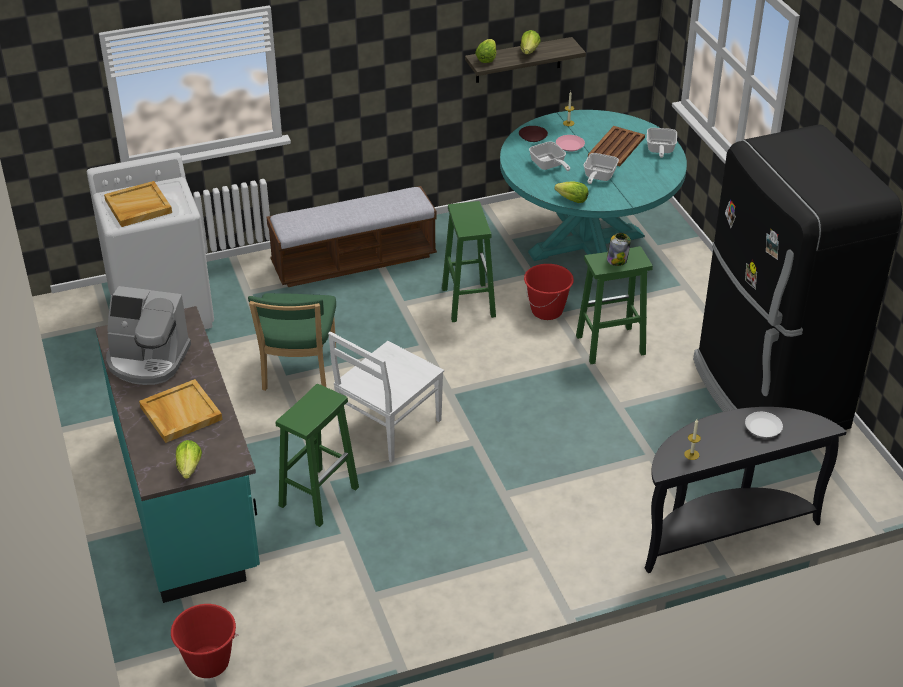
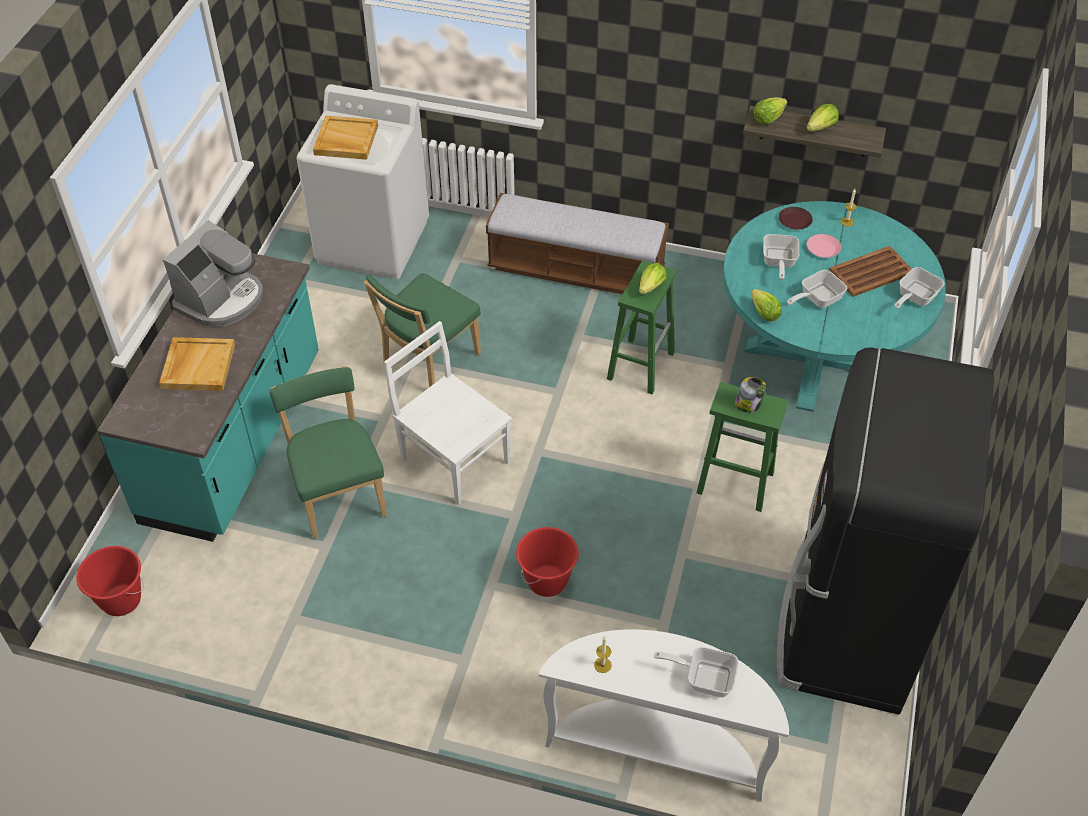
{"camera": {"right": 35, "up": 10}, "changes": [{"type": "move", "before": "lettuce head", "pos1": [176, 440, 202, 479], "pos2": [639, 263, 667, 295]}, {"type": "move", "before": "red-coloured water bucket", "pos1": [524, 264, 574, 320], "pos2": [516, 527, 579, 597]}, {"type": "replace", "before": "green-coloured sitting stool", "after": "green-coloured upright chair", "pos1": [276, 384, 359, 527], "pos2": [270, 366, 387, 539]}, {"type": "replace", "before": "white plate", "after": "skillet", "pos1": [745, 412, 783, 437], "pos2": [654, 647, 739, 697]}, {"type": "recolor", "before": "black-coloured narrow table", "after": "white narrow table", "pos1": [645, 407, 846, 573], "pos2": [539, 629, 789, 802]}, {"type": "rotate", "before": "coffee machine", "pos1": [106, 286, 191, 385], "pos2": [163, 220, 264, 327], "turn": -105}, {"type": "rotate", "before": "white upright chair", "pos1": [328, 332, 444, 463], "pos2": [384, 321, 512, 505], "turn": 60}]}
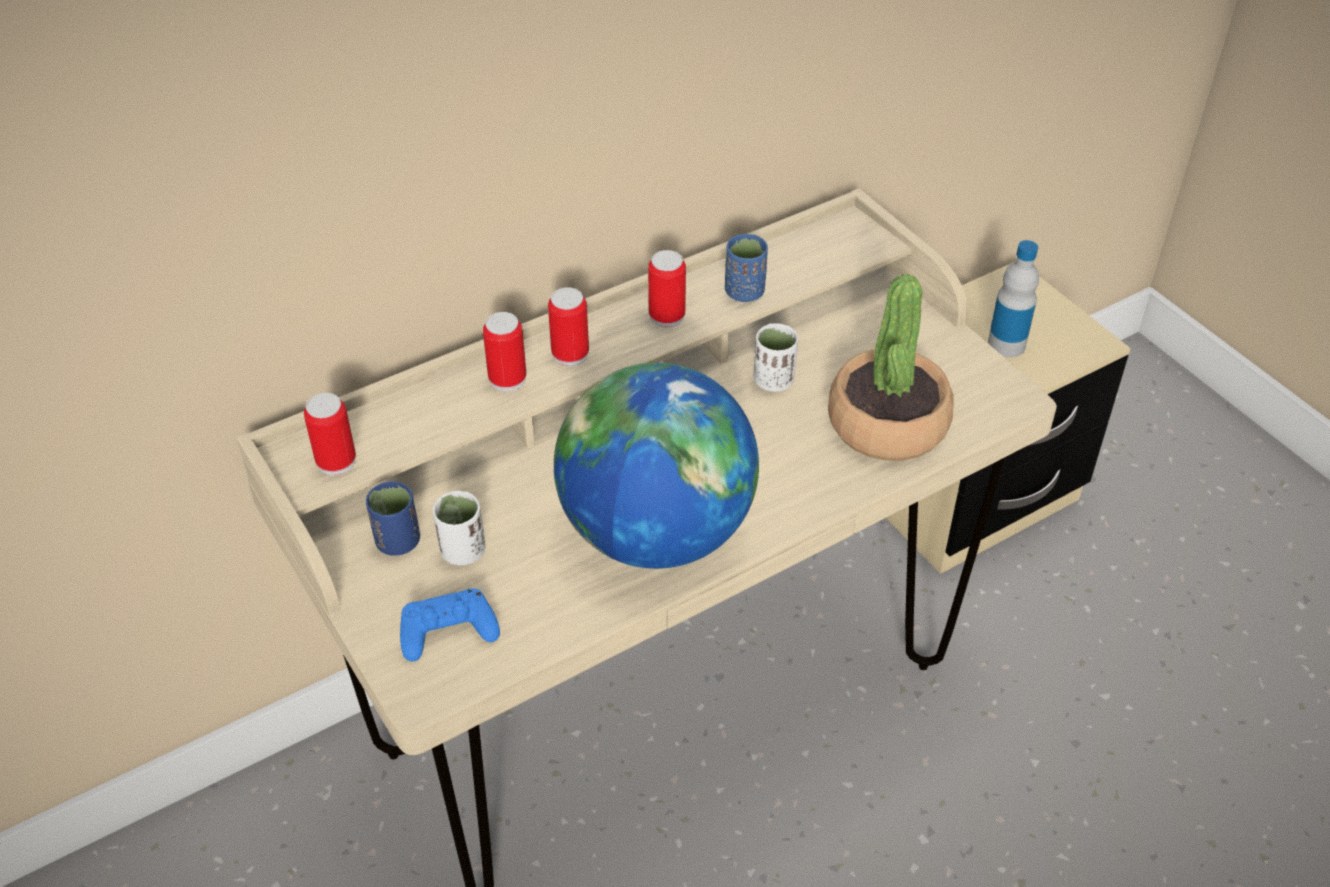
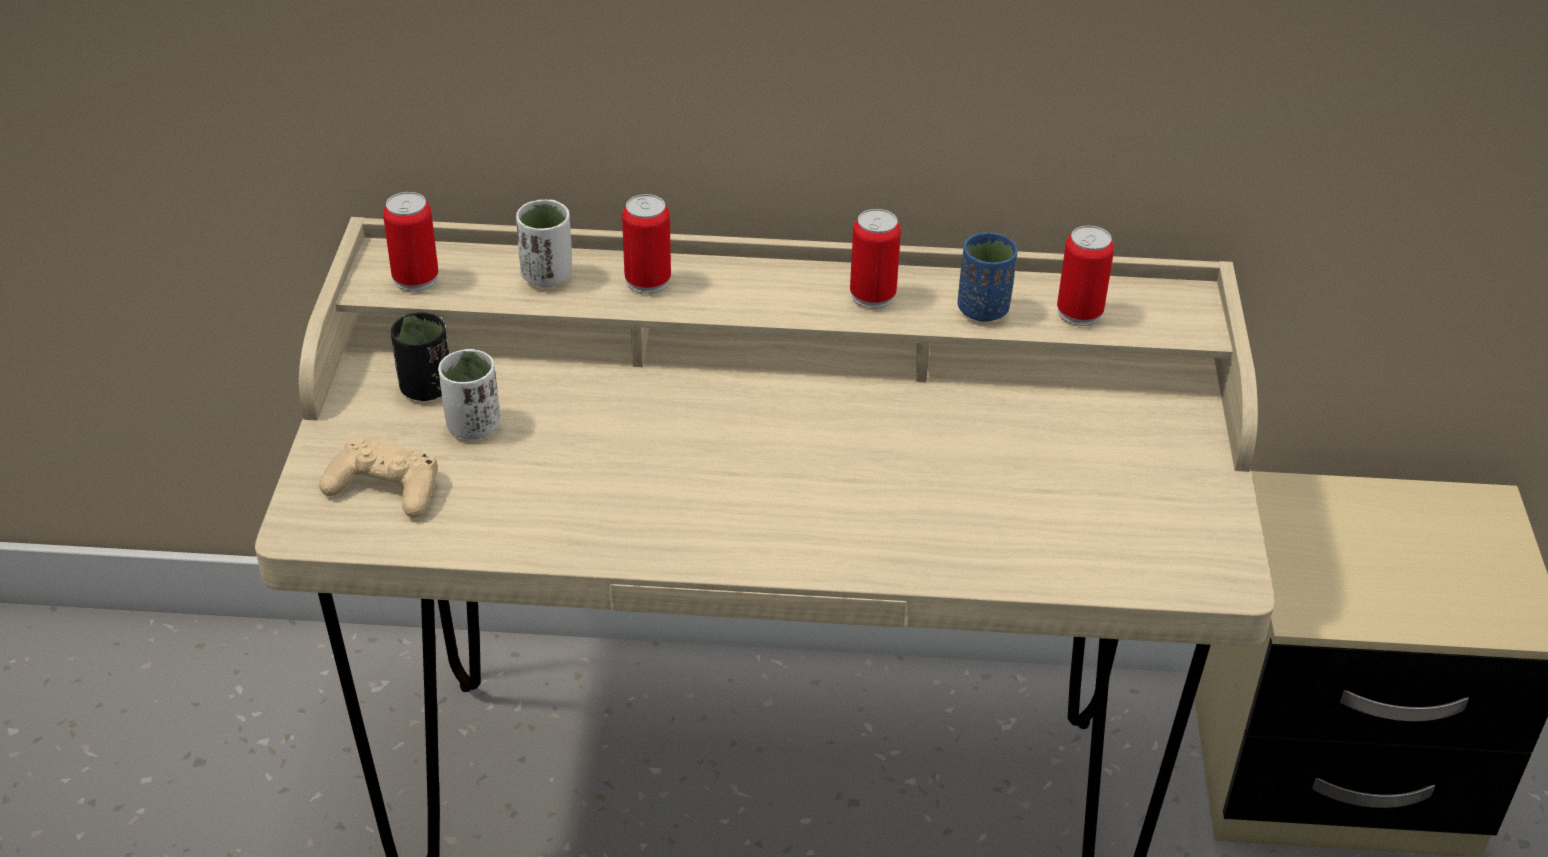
{"camera": {"right": 35, "up": -5}, "changes": [{"type": "delete", "before": "globe", "pos1": [554, 363, 759, 569]}, {"type": "delete", "before": "houseplant", "pos1": [828, 274, 954, 461]}, {"type": "delete", "before": "beverage bottle", "pos1": [988, 240, 1039, 358]}, {"type": "move", "before": "sealed can", "pos1": [548, 287, 589, 366], "pos2": [1057, 226, 1114, 326]}, {"type": "move", "before": "white small cup", "pos1": [753, 323, 798, 392], "pos2": [516, 199, 572, 287]}, {"type": "recolor", "before": "bluish small cup", "after": "black-coloured small cup", "pos1": [366, 481, 420, 556], "pos2": [391, 312, 449, 401]}, {"type": "recolor", "before": "bluish game controller", "after": "sand-coloured game controller", "pos1": [400, 588, 500, 661], "pos2": [319, 438, 438, 517]}]}
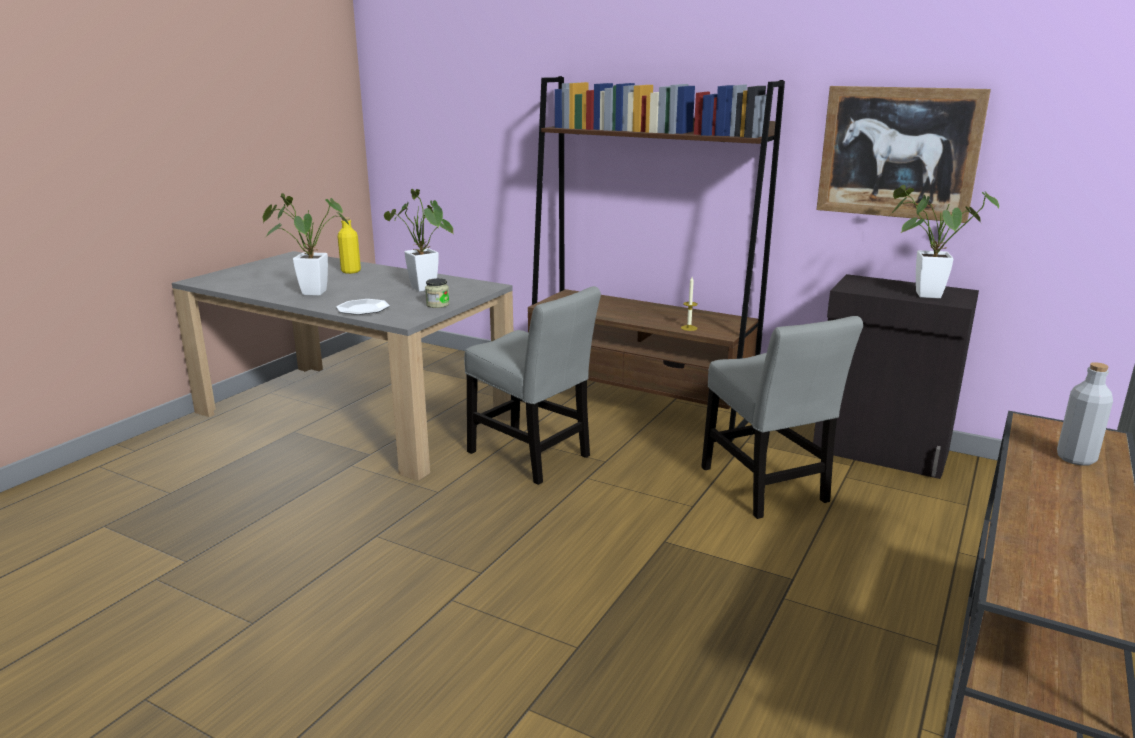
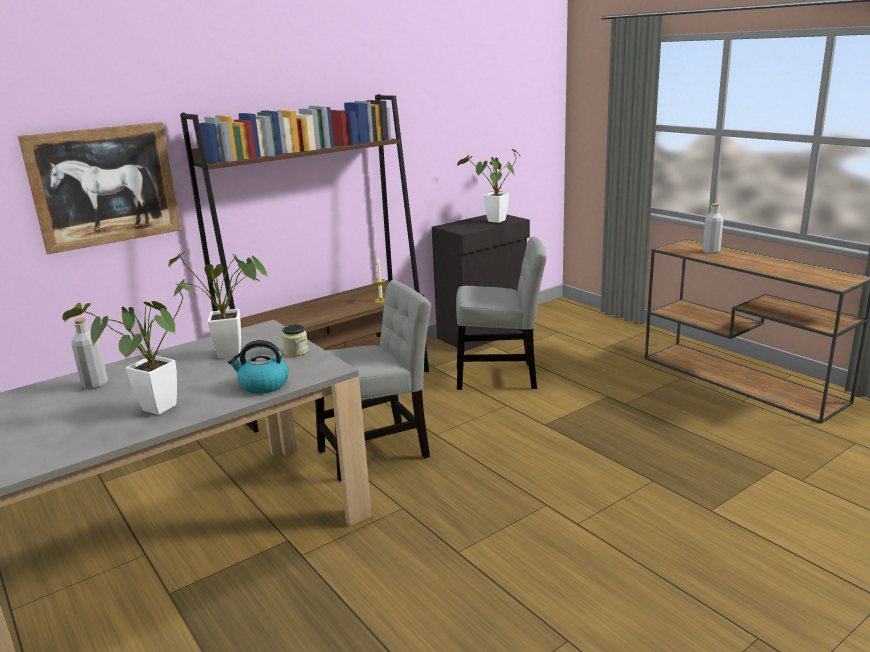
{"camera": {"right": -65, "up": 0}, "changes": [{"type": "move", "before": "picture", "pos1": [816, 86, 991, 223], "pos2": [18, 122, 181, 255]}, {"type": "replace", "before": "plate", "after": "kettle", "pos1": [336, 299, 390, 315], "pos2": [228, 340, 289, 394]}, {"type": "recolor", "before": "yellowish beverage bottle", "after": "grey beverage bottle", "pos1": [337, 217, 361, 274], "pos2": [71, 318, 108, 389]}]}
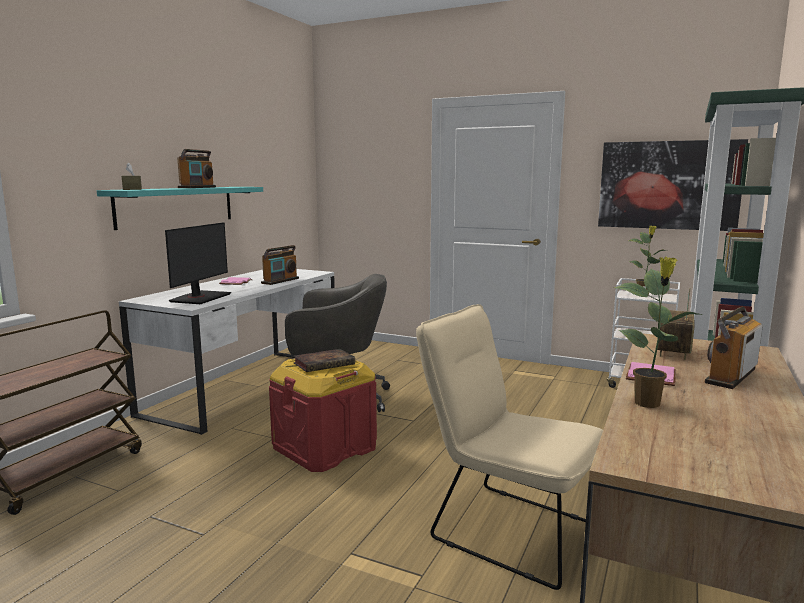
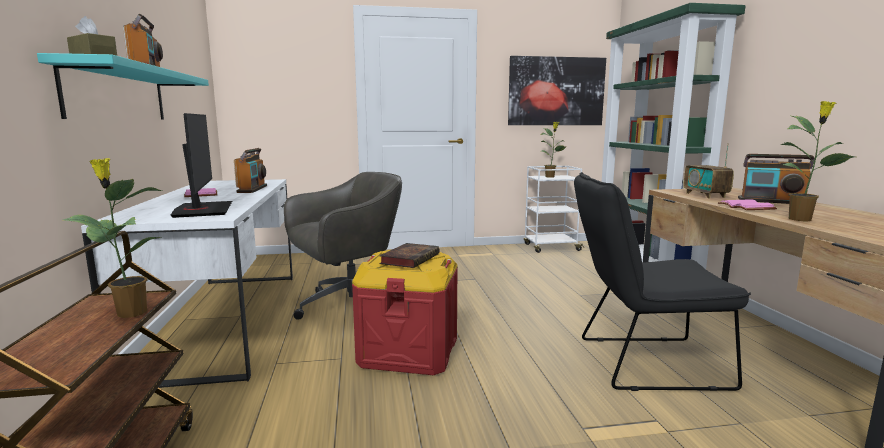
{"camera": {"right": -35, "up": 0}, "changes": [{"type": "insert", "after": "houseplant", "pos2": [63, 158, 162, 318]}, {"type": "recolor", "before": "sand-coloured upright chair", "after": "black-coloured upright chair", "pos1": [416, 304, 603, 590], "pos2": [574, 172, 751, 391]}, {"type": "rotate", "before": "radio set", "pos1": [705, 306, 763, 389], "pos2": [738, 154, 815, 204], "turn": -75}]}
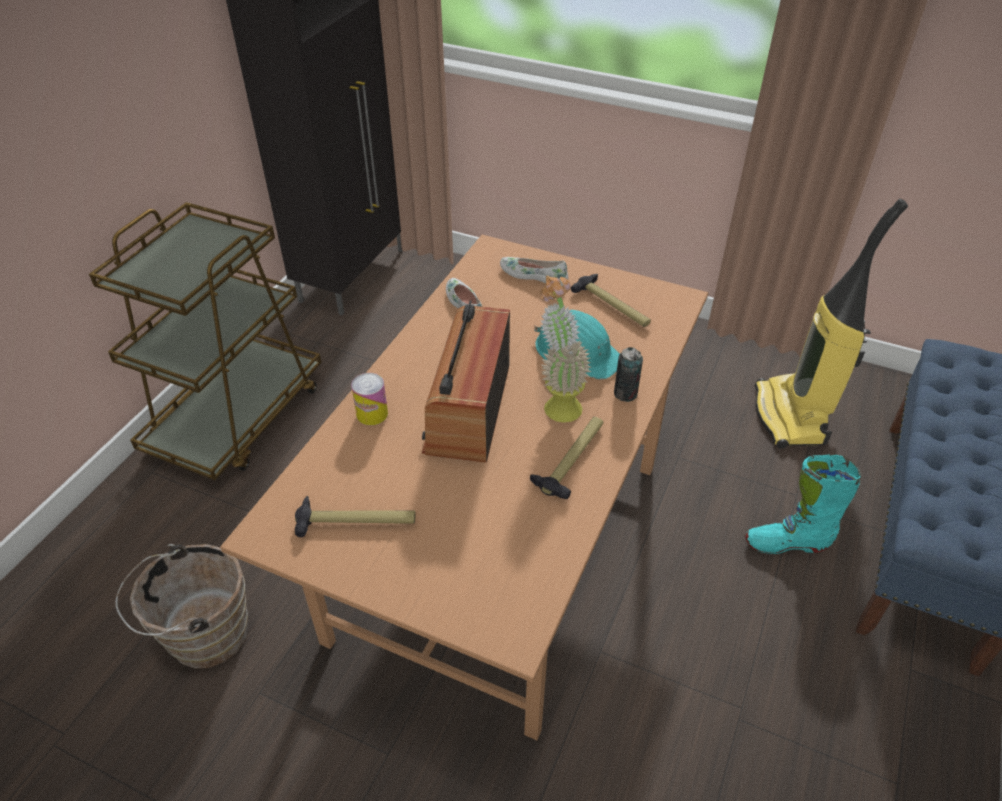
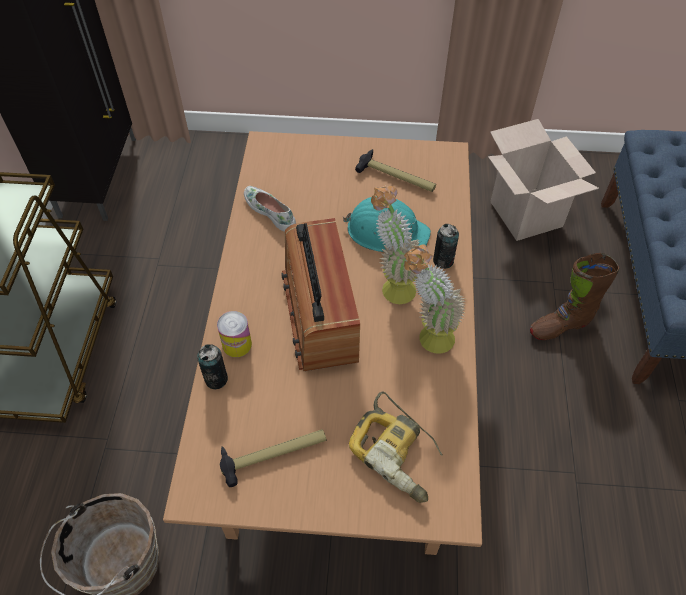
{"camera": {"right": -20, "up": 10}, "changes": [{"type": "delete", "before": "white low shoe", "pos1": [500, 257, 568, 286]}, {"type": "insert", "after": "sealed can", "pos2": [197, 344, 228, 389]}, {"type": "insert", "after": "electric drill", "pos2": [349, 391, 443, 503]}, {"type": "replace", "before": "tool hammer", "after": "houseplant", "pos1": [530, 417, 603, 499], "pos2": [404, 244, 465, 354]}, {"type": "replace", "before": "vacuum", "after": "packing box", "pos1": [755, 199, 908, 449], "pos2": [488, 119, 599, 241]}, {"type": "recolor", "before": "turquoise tall boot", "after": "brown tall boot", "pos1": [745, 454, 861, 554], "pos2": [530, 253, 619, 340]}]}
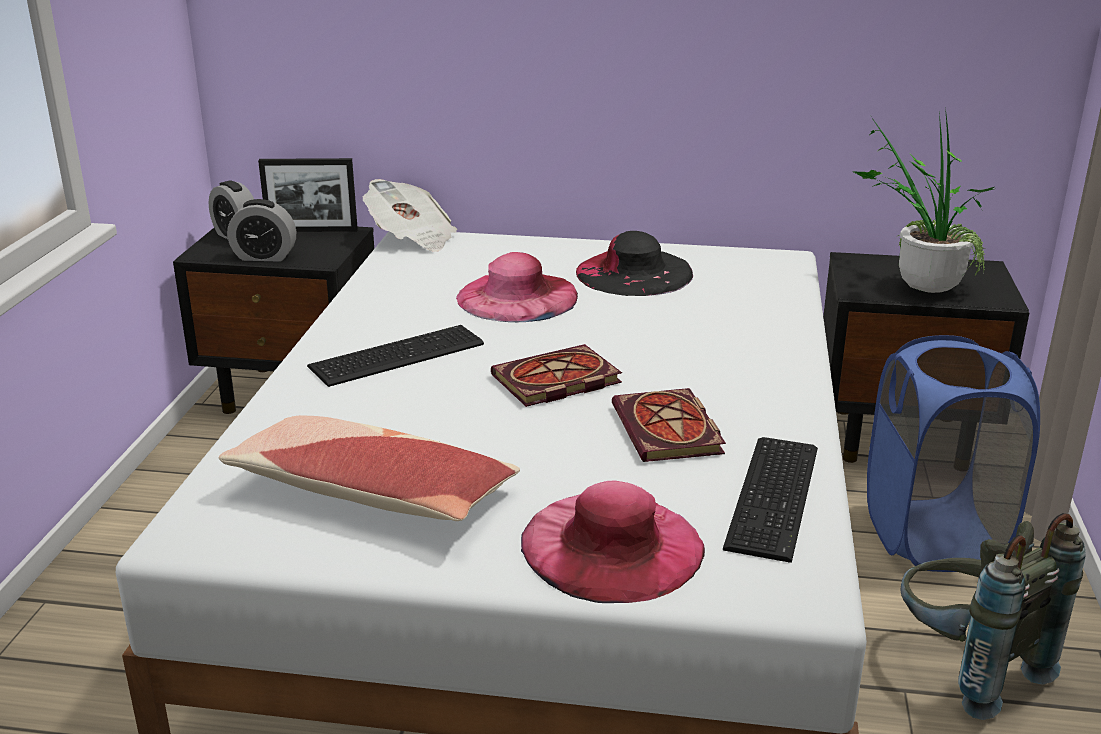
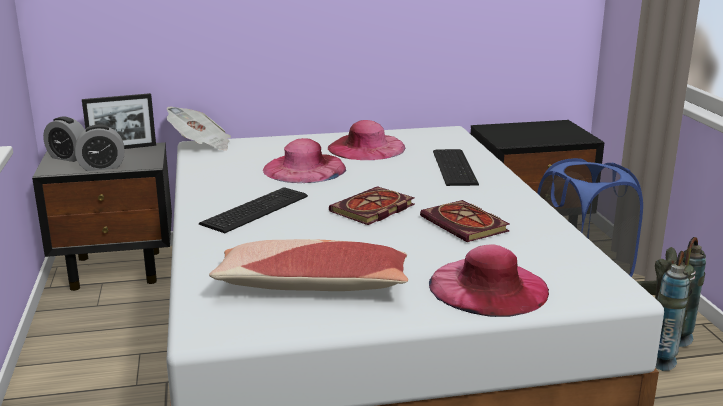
{"camera": {"right": -20, "up": -5}, "changes": [{"type": "delete", "before": "houseplant", "pos1": [854, 107, 994, 293]}, {"type": "move", "before": "computer keyboard", "pos1": [723, 437, 818, 563], "pos2": [433, 149, 479, 186]}, {"type": "recolor", "before": "black-coloured clothing hat", "after": "pink-coloured clothing hat", "pos1": [576, 231, 693, 296], "pos2": [328, 120, 405, 160]}]}
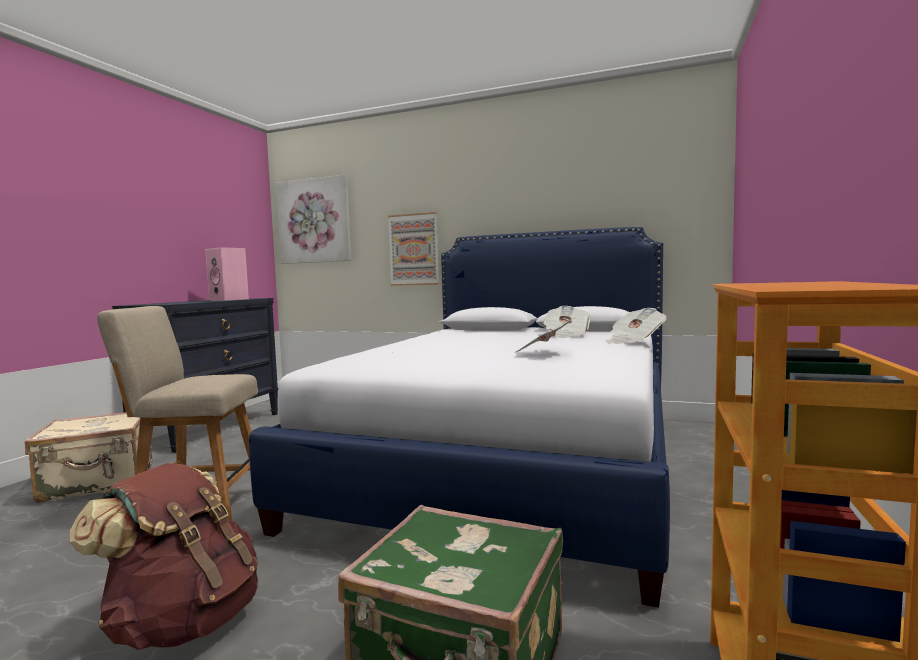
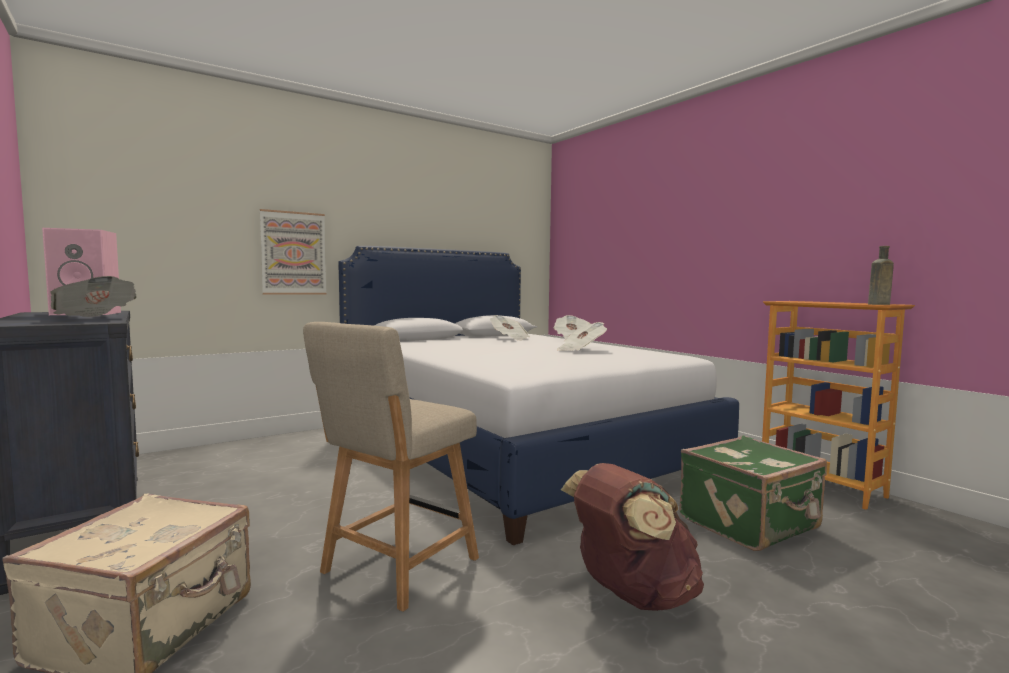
{"camera": {"right": -55, "up": 0}, "changes": [{"type": "delete", "before": "picture", "pos1": [276, 175, 351, 264]}, {"type": "insert", "after": "printed paper", "pos2": [51, 276, 137, 317]}, {"type": "insert", "after": "brown beverage bottle", "pos2": [868, 246, 894, 305]}]}
